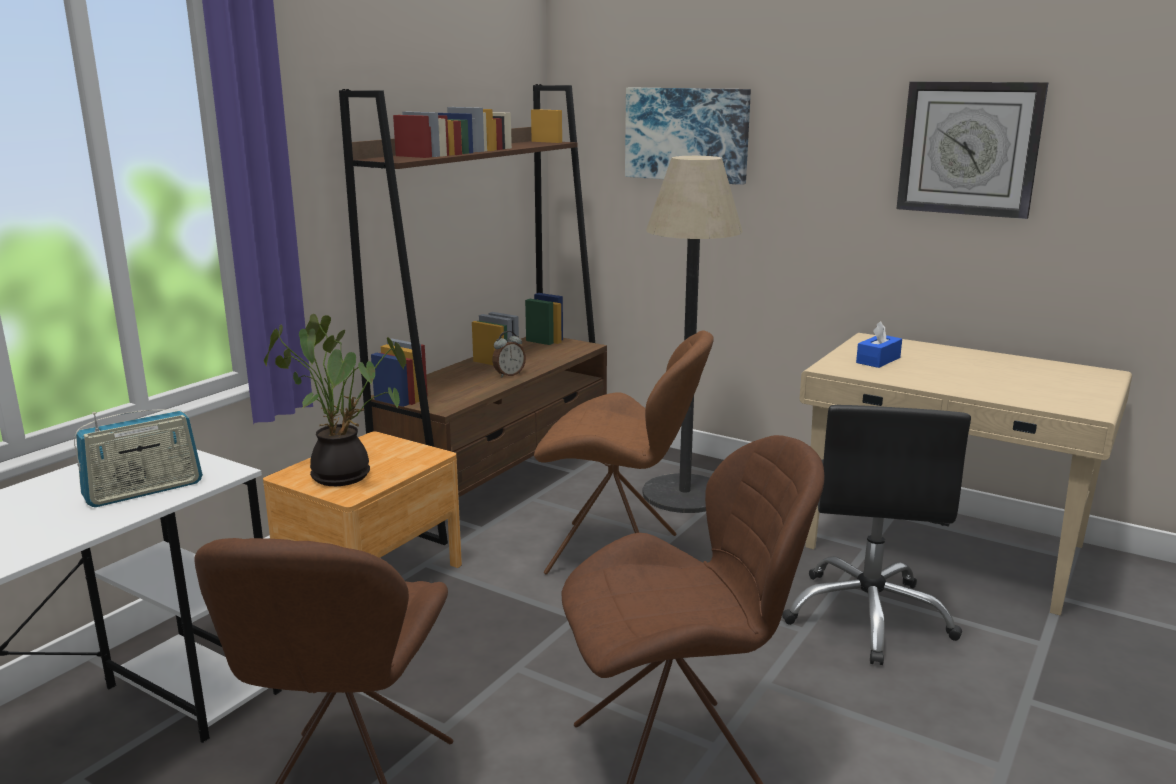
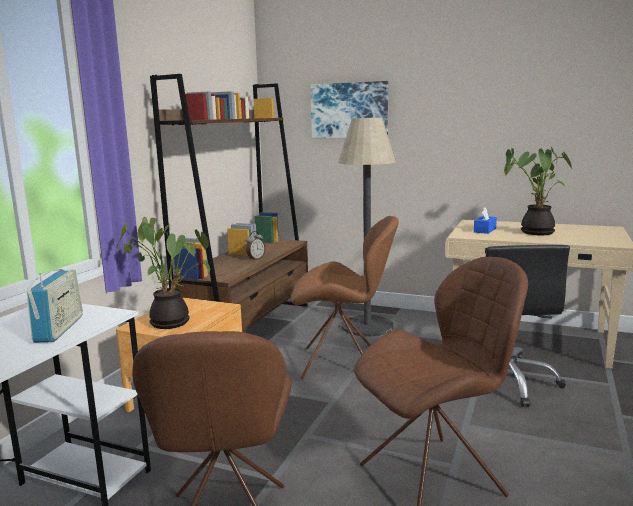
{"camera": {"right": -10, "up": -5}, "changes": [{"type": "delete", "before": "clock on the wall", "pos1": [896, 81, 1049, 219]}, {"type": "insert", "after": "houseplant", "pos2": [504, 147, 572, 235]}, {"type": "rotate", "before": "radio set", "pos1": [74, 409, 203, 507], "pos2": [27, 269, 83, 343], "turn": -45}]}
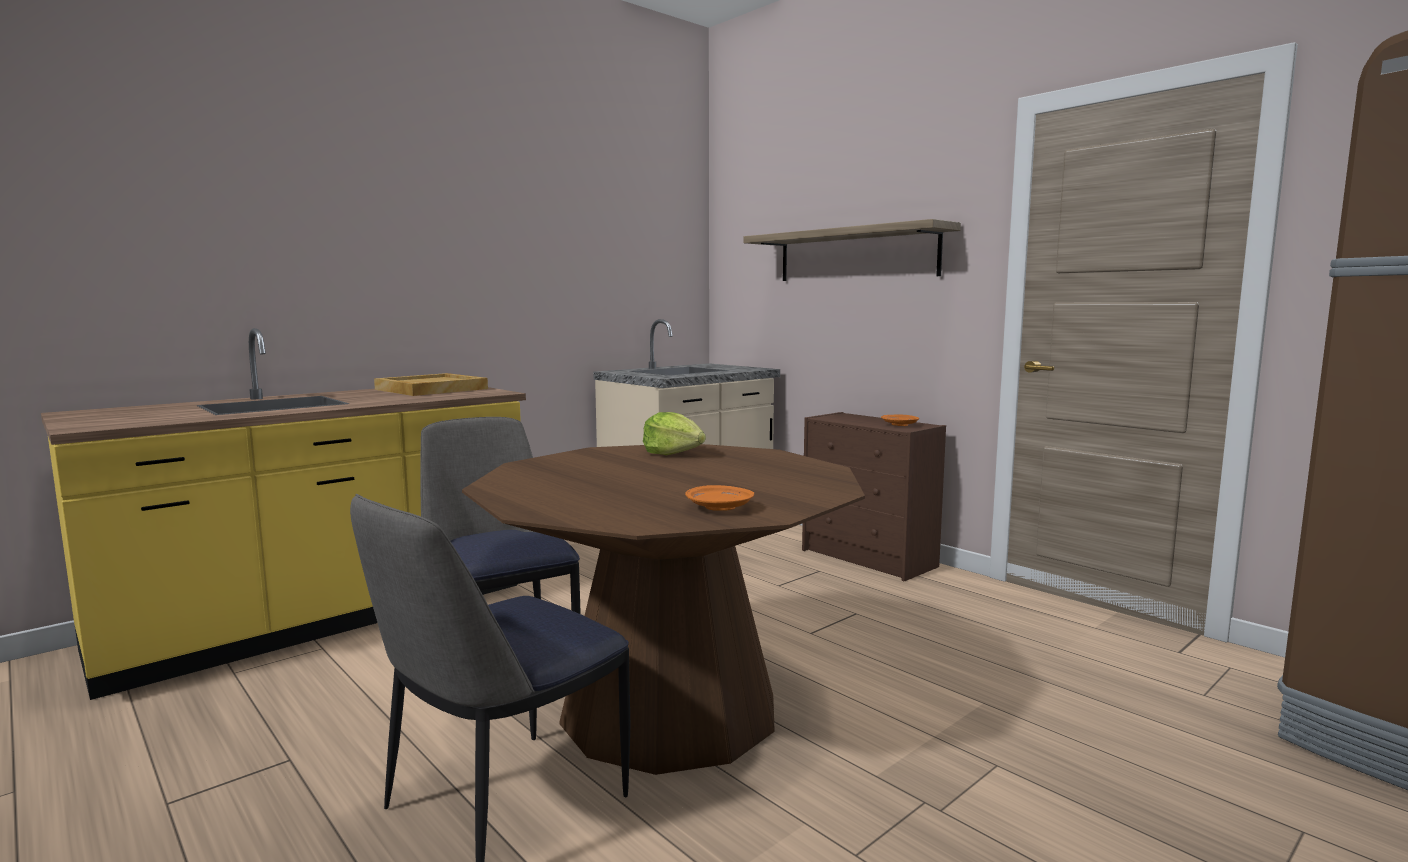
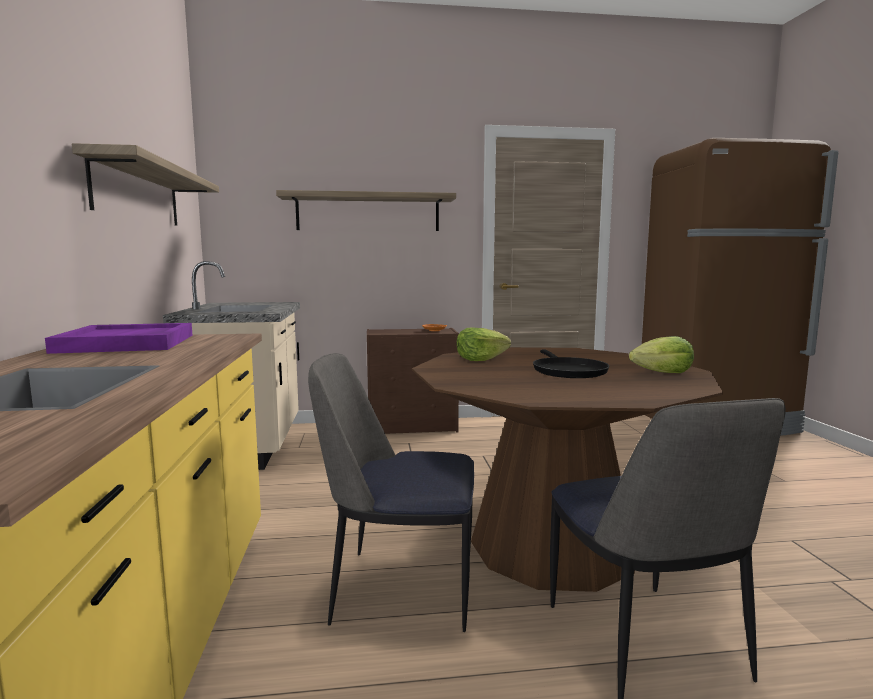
{"camera": {"right": -55, "up": 0}, "changes": [{"type": "insert", "after": "wall shelf", "pos2": [72, 143, 219, 226]}, {"type": "insert", "after": "black-coloured skillet", "pos2": [533, 349, 609, 378]}, {"type": "replace", "before": "orangey plate", "after": "lettuce head", "pos1": [685, 485, 754, 511], "pos2": [629, 336, 694, 373]}, {"type": "recolor", "before": "sand-coloured tray", "after": "purple tray", "pos1": [374, 373, 488, 396], "pos2": [45, 323, 193, 354]}]}
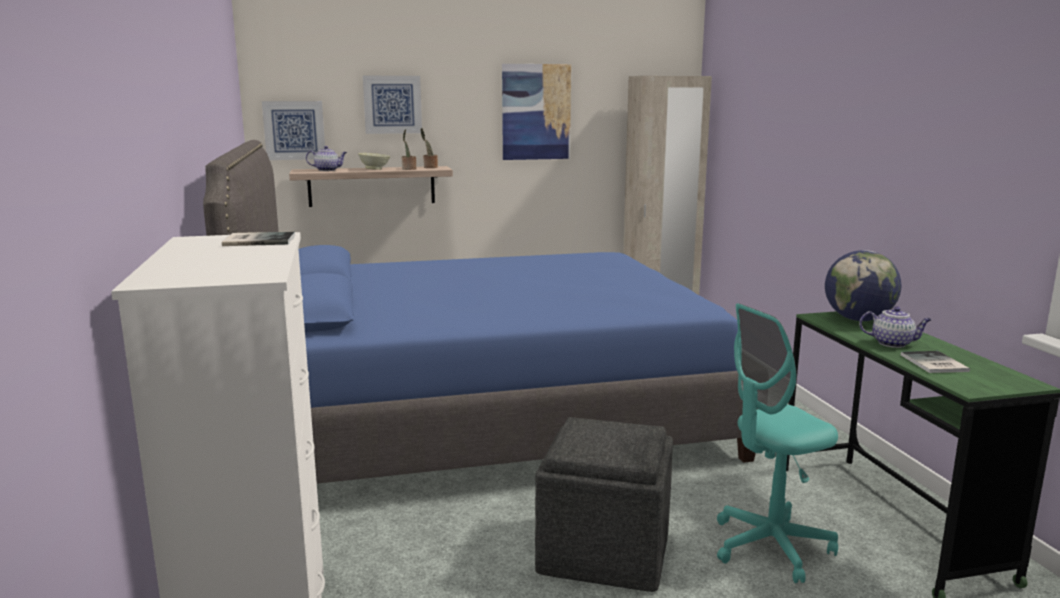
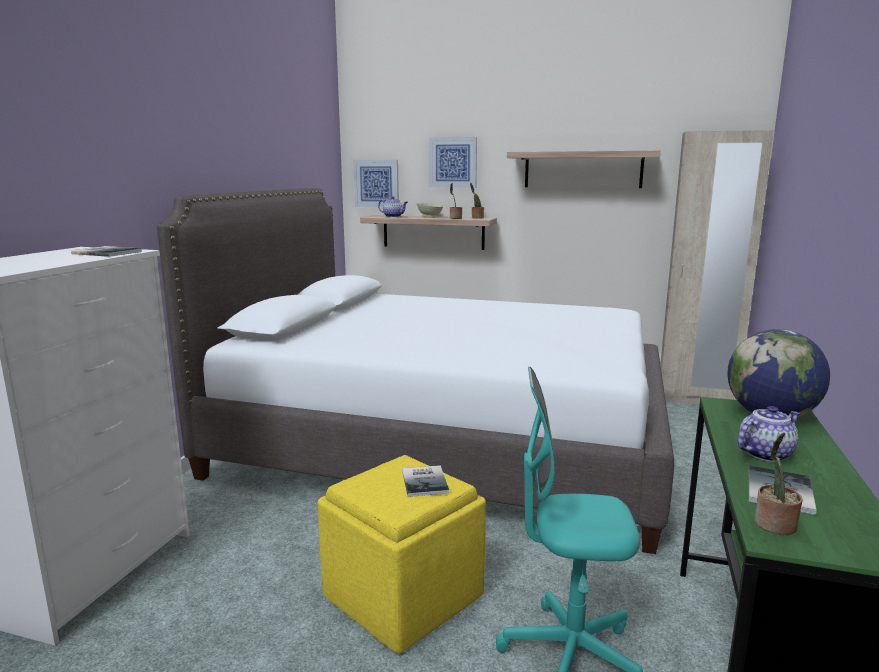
{"camera": {"right": 30, "up": 0}, "changes": [{"type": "insert", "after": "bound book", "pos2": [402, 465, 449, 497]}, {"type": "insert", "after": "houseplant", "pos2": [755, 432, 803, 535]}, {"type": "replace", "before": "picture", "after": "wall shelf", "pos1": [502, 64, 571, 160], "pos2": [507, 150, 661, 188]}, {"type": "recolor", "before": "bluish bedroom bed", "after": "white bedroom bed", "pos1": [203, 140, 758, 484], "pos2": [157, 188, 674, 554]}, {"type": "recolor", "before": "grey footrest", "after": "yellowish footrest", "pos1": [535, 417, 673, 592], "pos2": [318, 455, 486, 653]}, {"type": "rotate", "before": "teapot", "pos1": [859, 306, 932, 348], "pos2": [738, 406, 800, 462], "turn": -75}]}
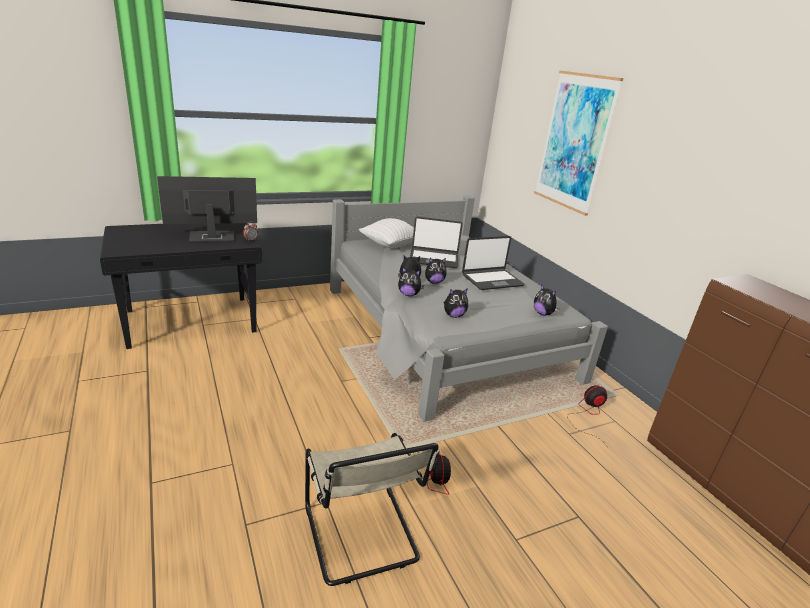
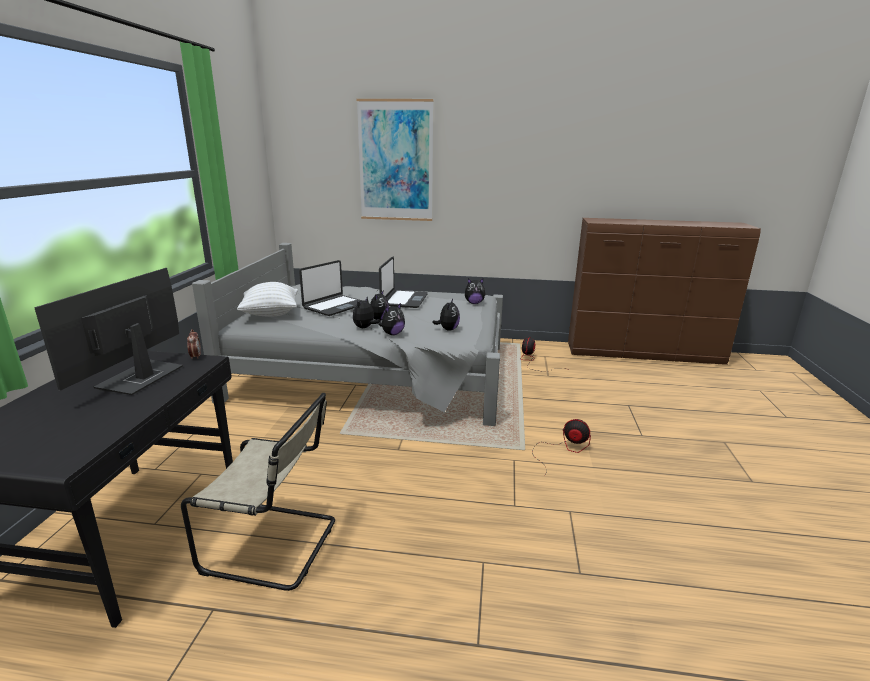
{"camera": {"right": -55, "up": -5}, "changes": [{"type": "move", "before": "sand-coloured upright chair", "pos1": [305, 433, 439, 586], "pos2": [181, 393, 335, 591]}]}
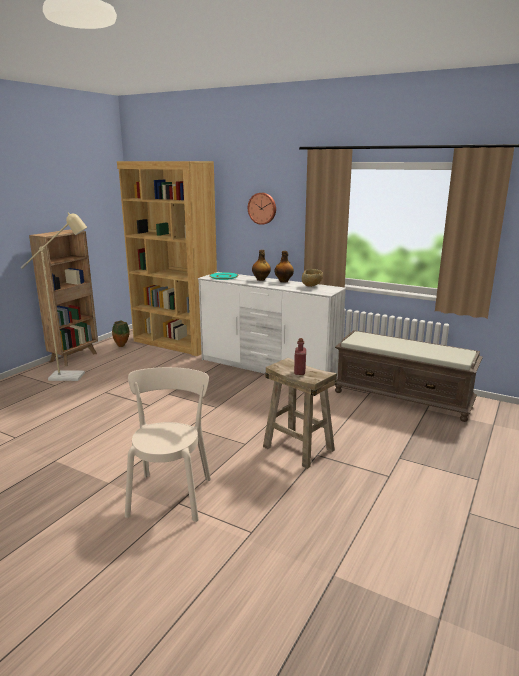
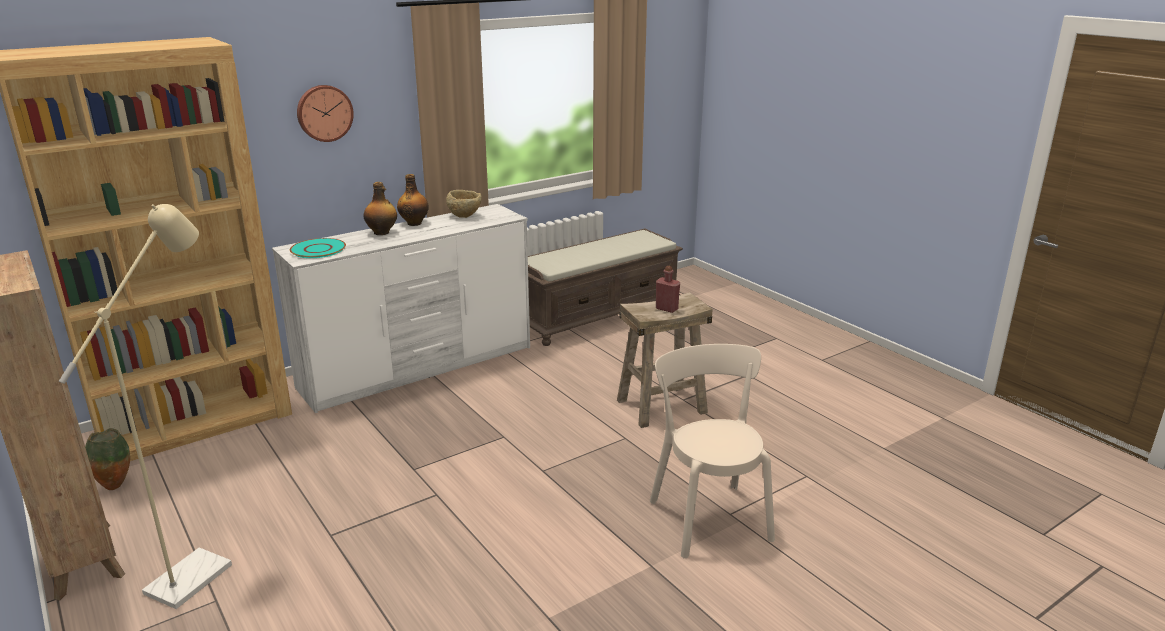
{"camera": {"right": -65, "up": 5}, "changes": [{"type": "rotate", "before": "sand-coloured upright chair", "pos1": [125, 367, 211, 522], "pos2": [650, 344, 775, 558], "turn": 45}]}
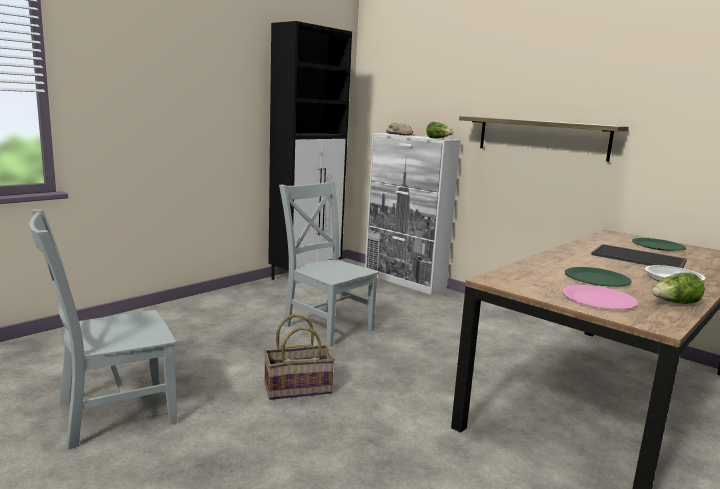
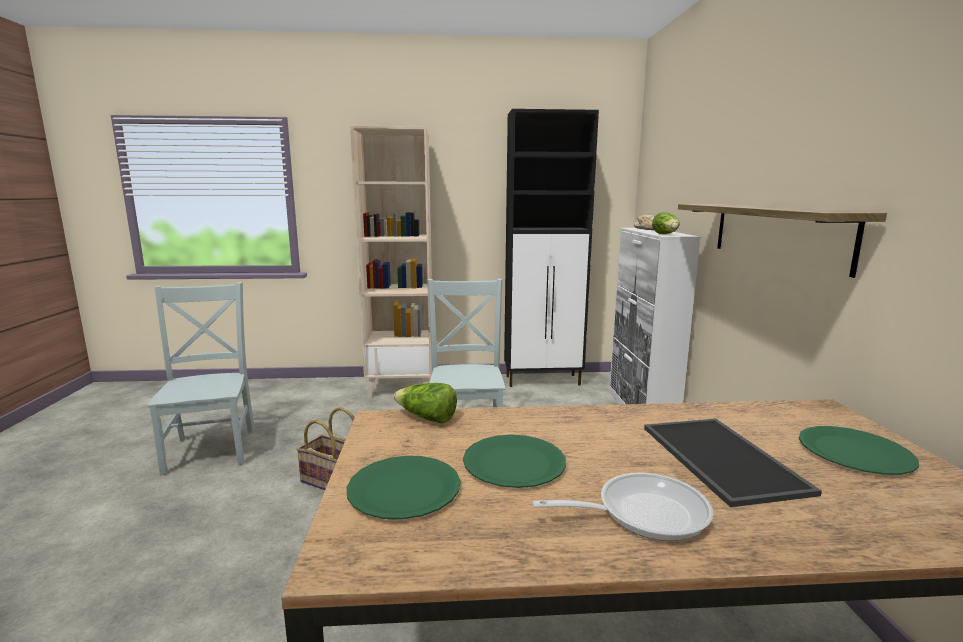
{"camera": {"right": 45, "up": 0}, "changes": [{"type": "insert", "after": "sand-coloured bookshelf", "pos2": [350, 126, 432, 397]}, {"type": "move", "before": "lettuce head", "pos1": [652, 273, 705, 304], "pos2": [394, 383, 457, 423]}, {"type": "recolor", "before": "pink-coloured plate", "after": "green-coloured plate", "pos1": [562, 285, 638, 310], "pos2": [346, 456, 460, 520]}, {"type": "rotate", "before": "grey upright chair", "pos1": [29, 209, 177, 450], "pos2": [147, 282, 255, 476], "turn": 60}]}
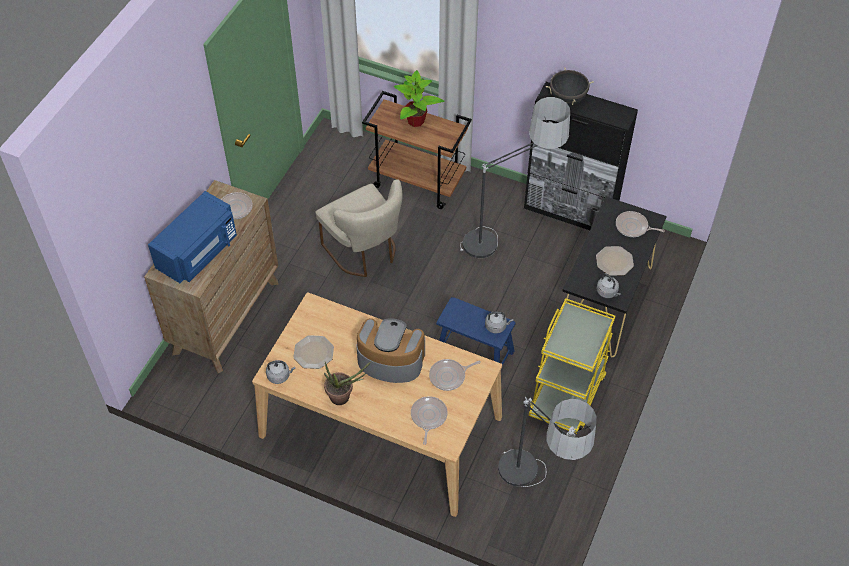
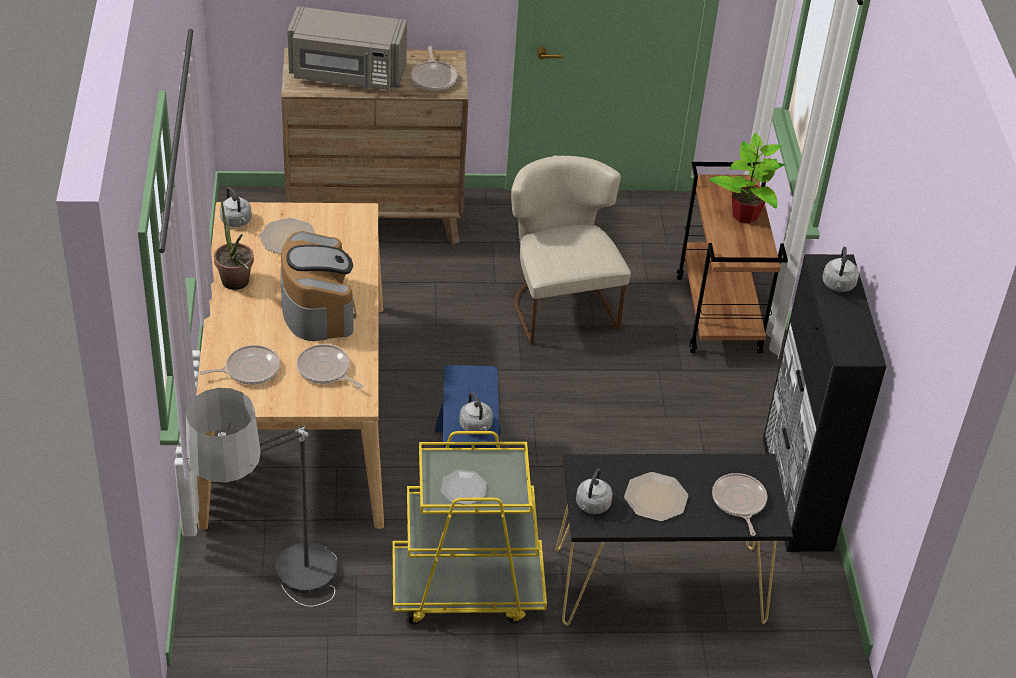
{"camera": {"right": 60, "up": -10}, "changes": [{"type": "delete", "before": "floor lamp", "pos1": [460, 97, 570, 258]}, {"type": "insert", "after": "plate", "pos2": [441, 470, 487, 504]}, {"type": "replace", "before": "black-coloured saucepot", "after": "grey kettle", "pos1": [546, 67, 594, 105], "pos2": [822, 247, 859, 292]}, {"type": "recolor", "before": "bluish microwave", "after": "grey microwave", "pos1": [148, 191, 237, 283], "pos2": [287, 6, 407, 90]}, {"type": "rotate", "before": "sand-coloured upright chair", "pos1": [315, 180, 403, 277], "pos2": [511, 155, 631, 345], "turn": 135}]}
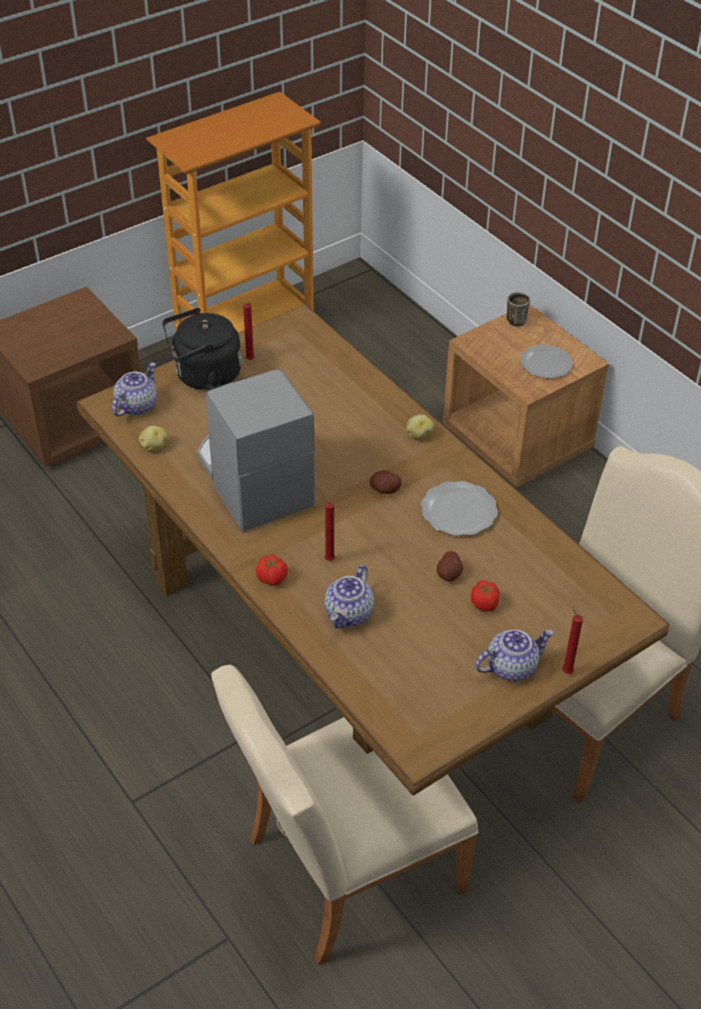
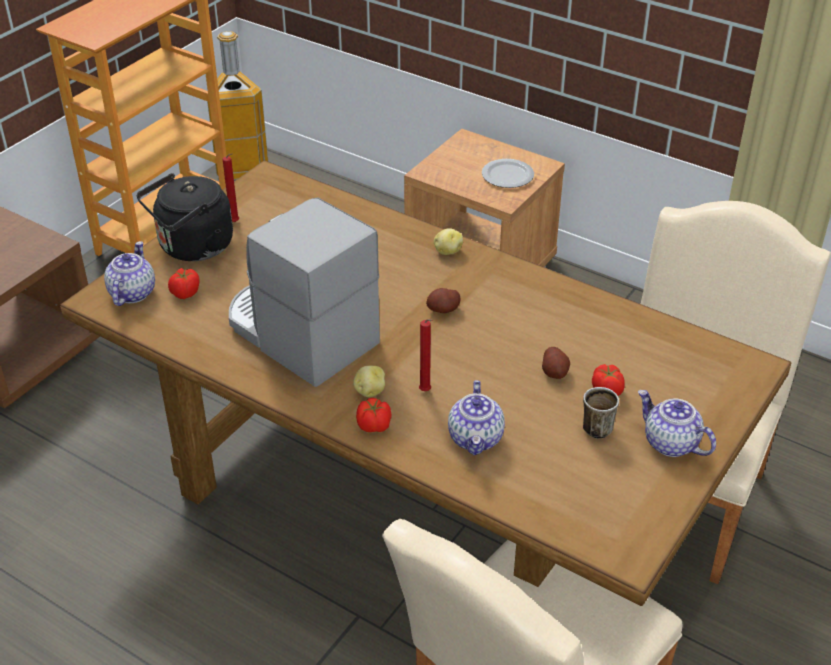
{"camera": {"right": -20, "up": -5}, "changes": [{"type": "delete", "before": "plate", "pos1": [421, 481, 498, 536]}, {"type": "delete", "before": "red-coloured wax light", "pos1": [562, 606, 583, 674]}, {"type": "insert", "after": "whole tomato", "pos2": [168, 268, 200, 299]}, {"type": "insert", "after": "trash can", "pos2": [207, 31, 268, 180]}, {"type": "move", "before": "whole potato", "pos1": [139, 426, 167, 451], "pos2": [353, 366, 385, 397]}, {"type": "move", "before": "mug", "pos1": [507, 292, 531, 326], "pos2": [583, 387, 619, 439]}, {"type": "rotate", "before": "teapot", "pos1": [475, 629, 554, 681], "pos2": [638, 390, 716, 457], "turn": -90}]}
